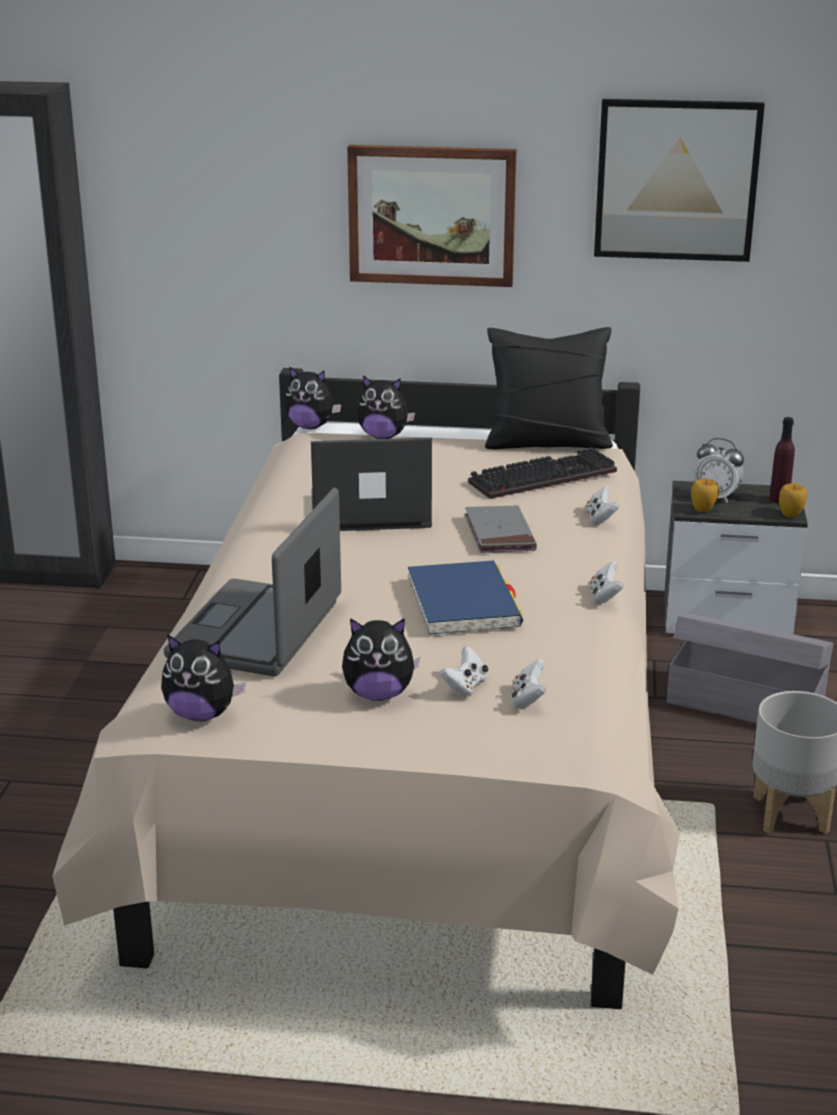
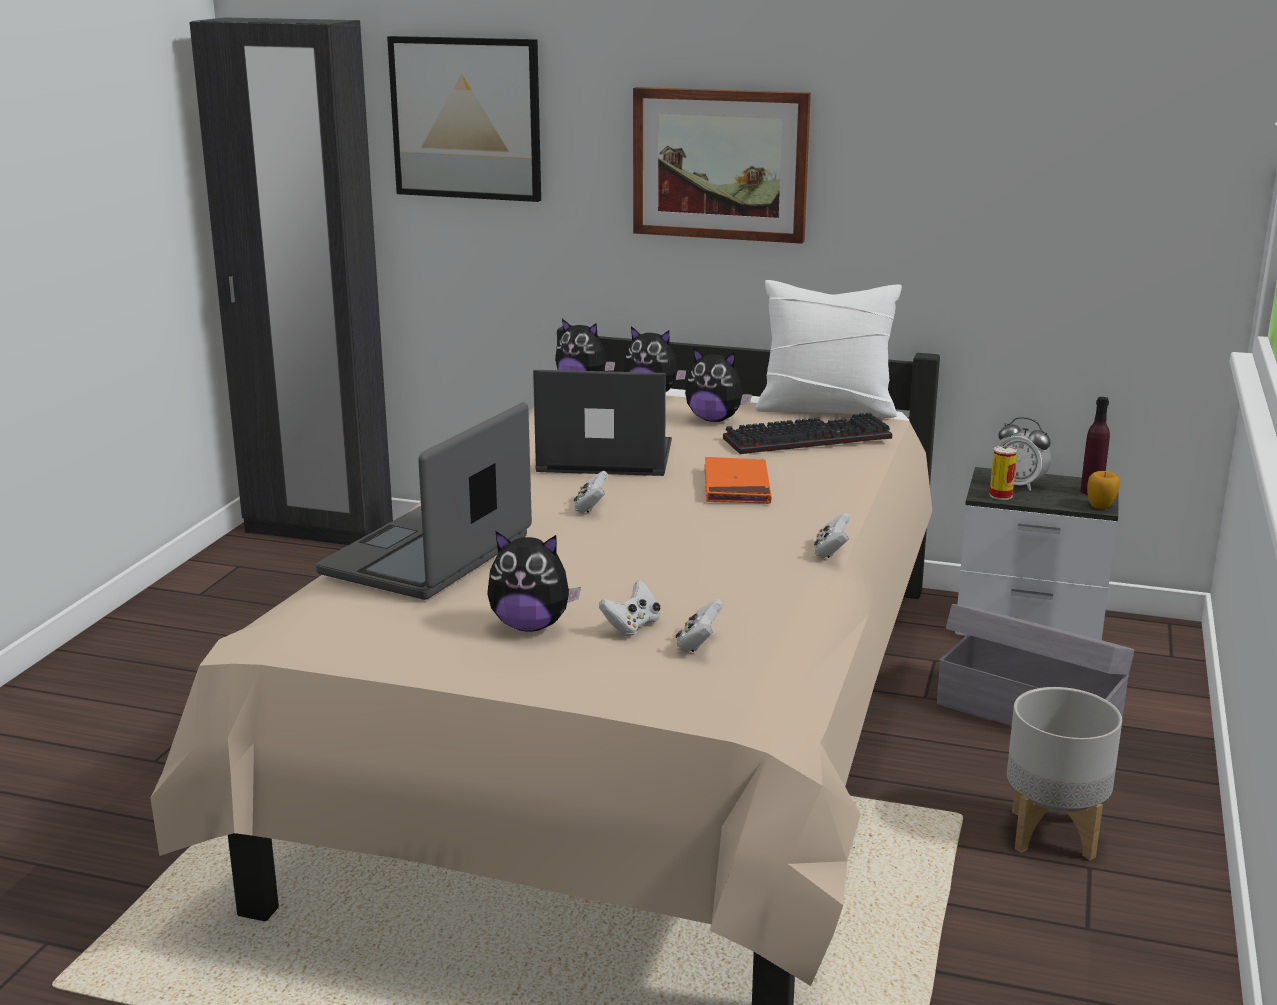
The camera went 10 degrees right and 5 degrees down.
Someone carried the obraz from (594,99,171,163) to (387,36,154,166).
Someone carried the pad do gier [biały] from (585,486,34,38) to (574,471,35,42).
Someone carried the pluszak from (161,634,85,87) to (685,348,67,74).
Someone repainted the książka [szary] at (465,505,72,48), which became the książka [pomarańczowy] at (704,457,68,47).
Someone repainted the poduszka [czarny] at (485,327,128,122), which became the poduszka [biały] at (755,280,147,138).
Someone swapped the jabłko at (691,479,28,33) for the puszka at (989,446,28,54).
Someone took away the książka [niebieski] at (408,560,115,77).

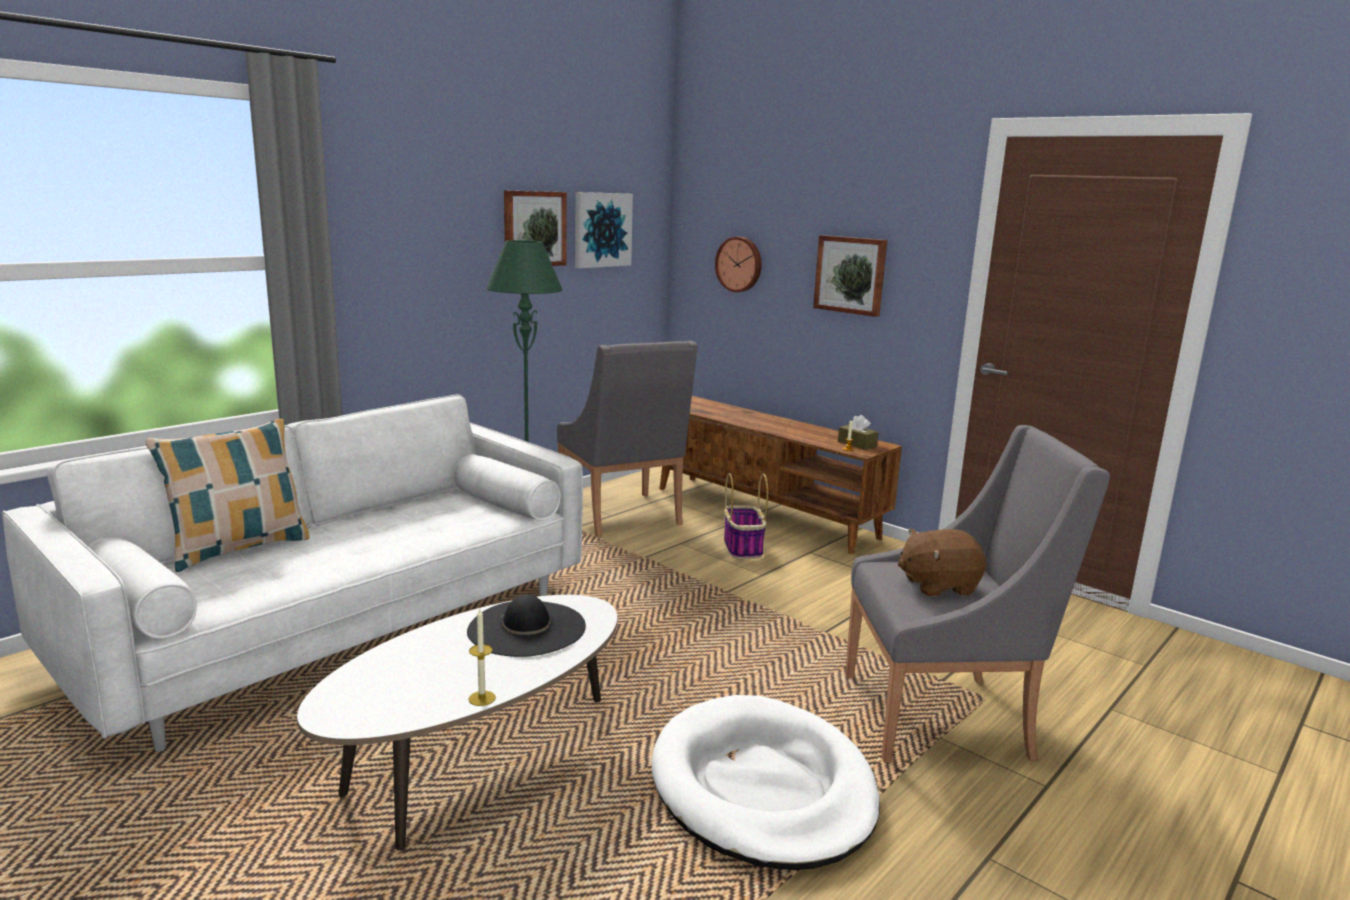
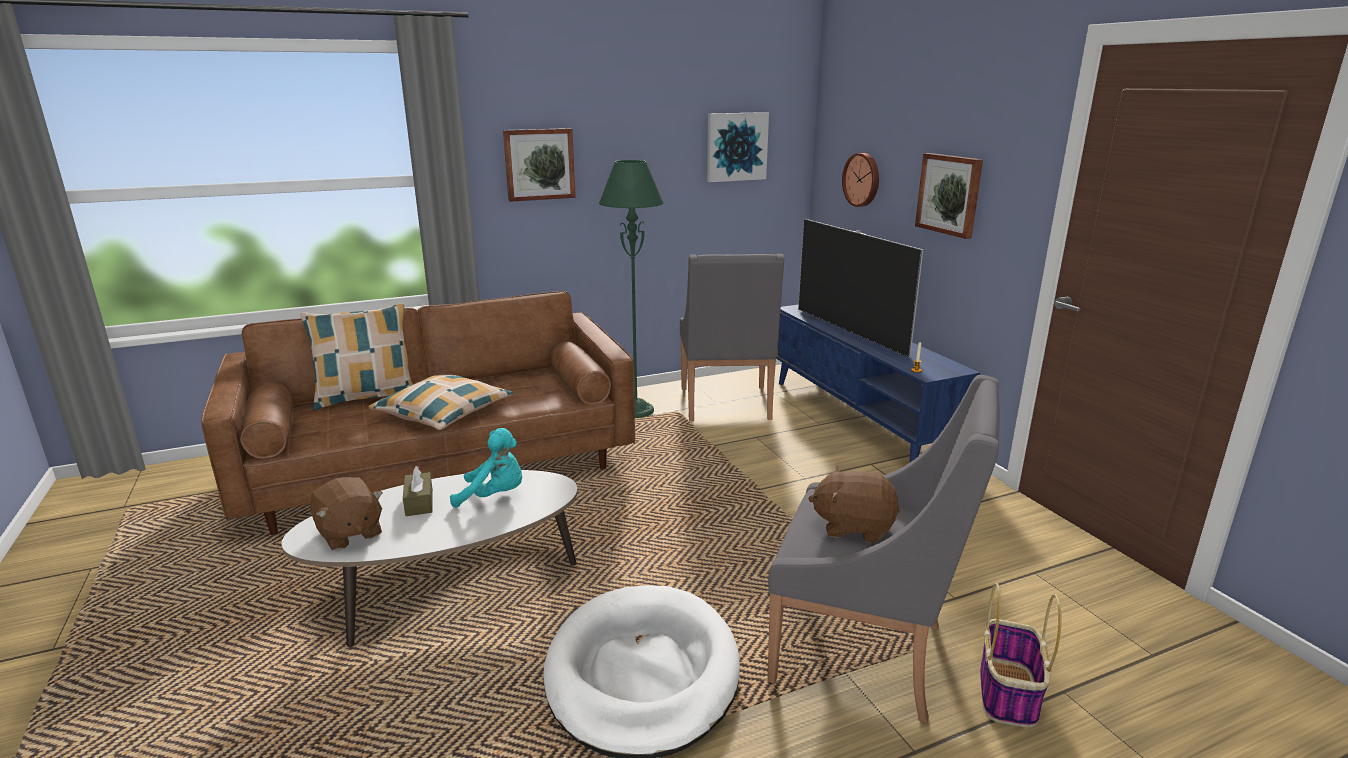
The camera went 25 degrees right and 5 degrees up.
Someone repainted the kanapa [biały] at (2,395,581,357), which became the kanapa [brązowy] at (201,291,434,244).
Someone put down the pluszak [brązowy] at (310,477,73,73).
Someone put down the poduszka at (368,374,146,56).
Someone carried the pudełko chusteczek [brązowy] from (838,415,41,35) to (403,466,30,50).
Someone swapped the kapelusz [czarny] at (467,594,119,63) for the pluszak [turkusowy] at (450,428,72,80).
Someone carried the obraz from (504,190,63,76) to (503,128,73,74).
Someone repainted the szafka pod telewizor [brązowy] at (659,396,243,158), which became the szafka pod telewizor [niebieski] at (777,305,203,158).
Someone put down the telewizor at (798,219,125,139).
Someone carried the koszyk from (724,473,44,86) to (980,583,81,144).
Someone took away the świeca at (468,608,28,98).

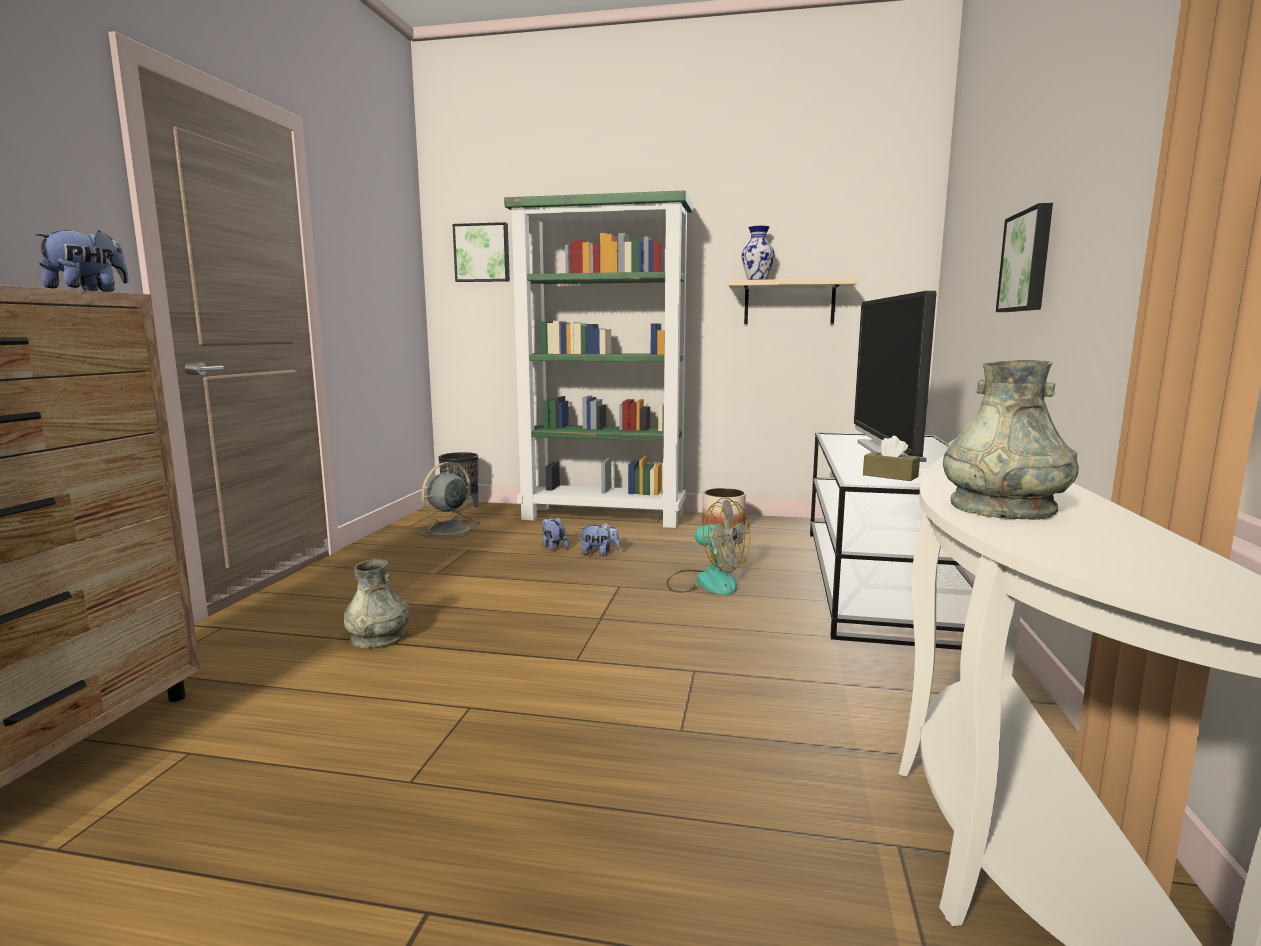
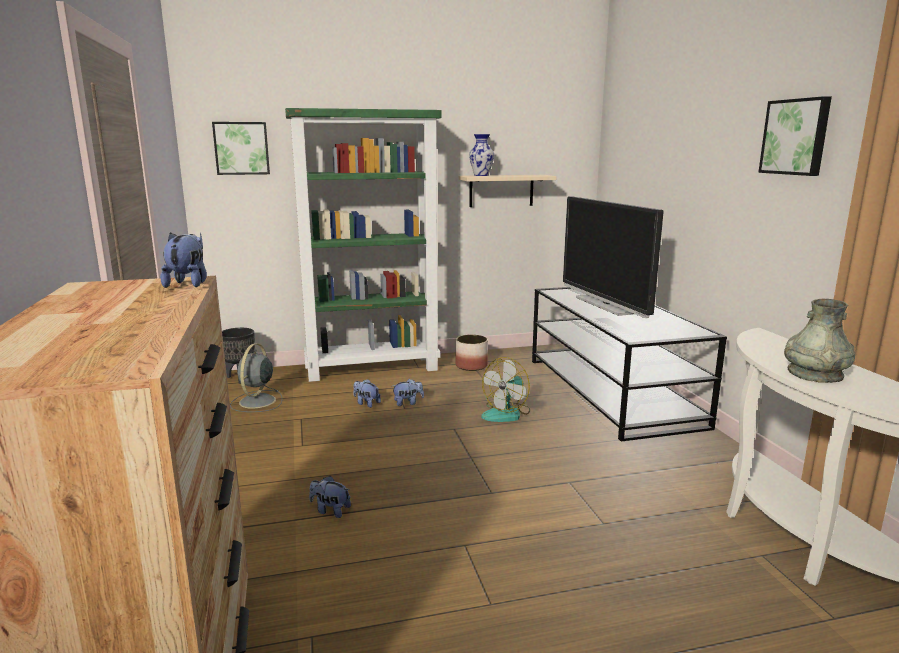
The camera went 25 degrees left and 5 degrees up.
Someone swapped the wazon [szary] at (344,559,66,90) for the pluszak at (309,476,42,42).
Someone rotated the wentylator at (667,497,83,98) by 120 degrees clockwise.
Someone carried the obraz from (996,203,57,109) to (758,96,74,80).
Someone took away the pudełko chusteczek [brązowy] at (863,436,57,45).

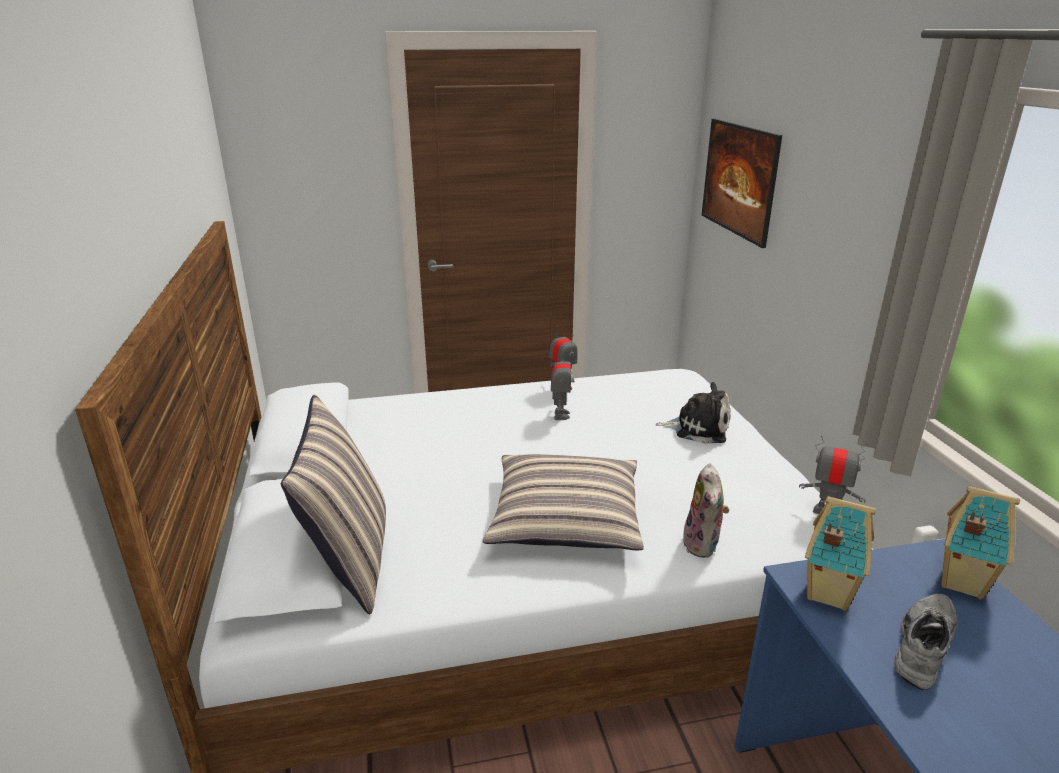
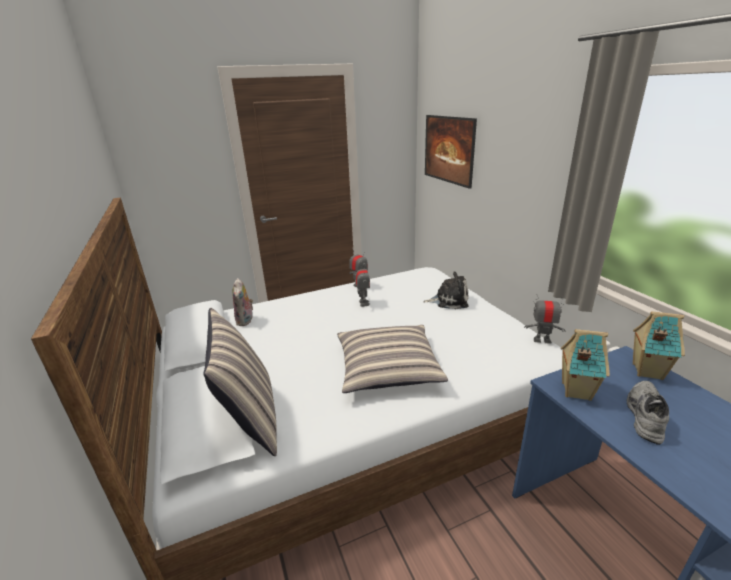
The camera went 10 degrees left and 0 degrees up.
Someone carried the pluszak from (681,463,48,95) to (232,278,21,48).

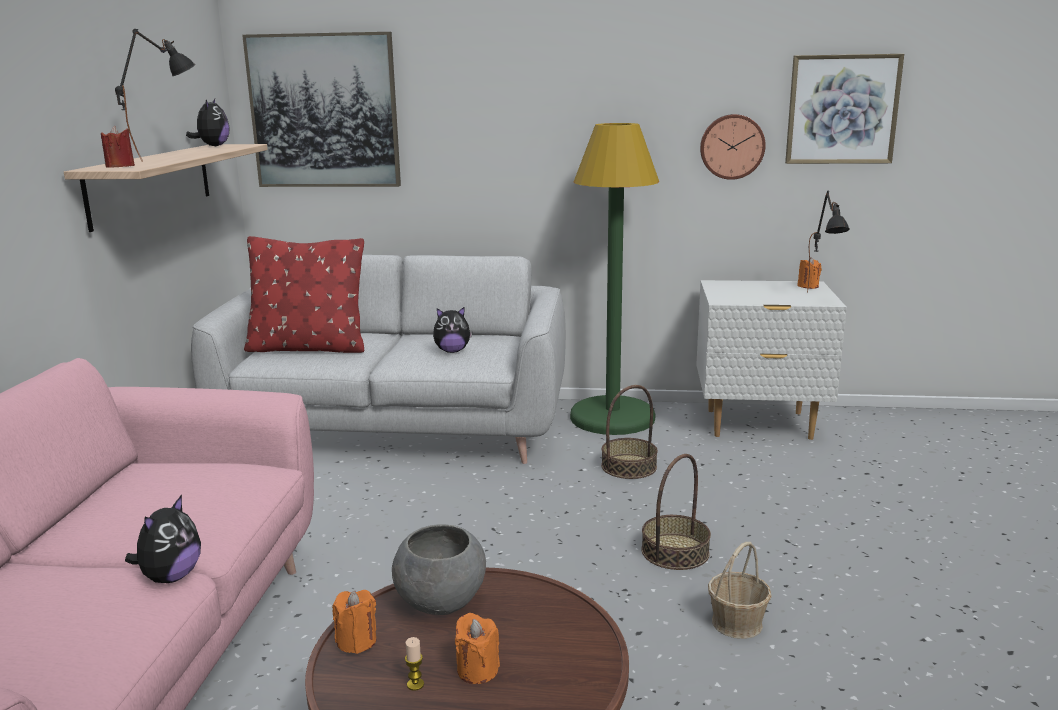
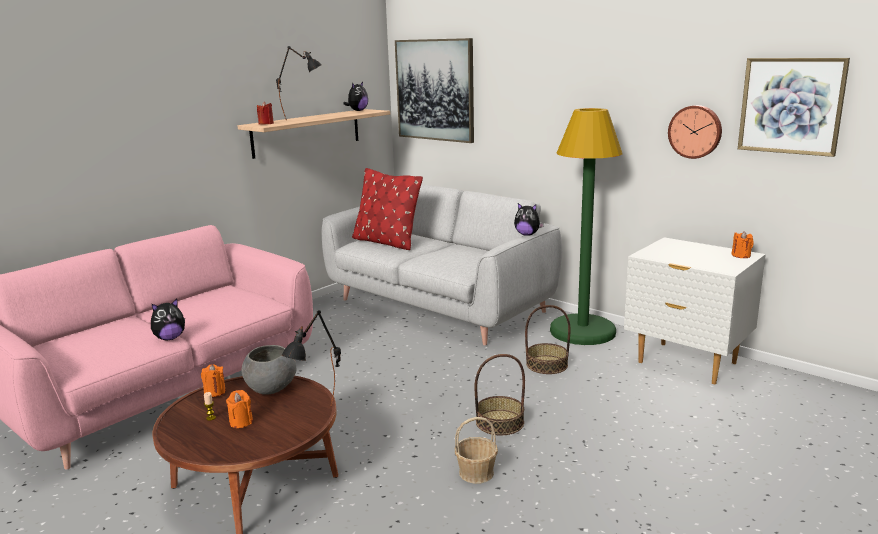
The camera went 35 degrees right and 0 degrees up.
Someone carried the lampa stołowa [czarny] from (807,191,43,102) to (282,310,59,95).
Someone carried the pluszak from (433,307,39,46) to (514,203,30,33).

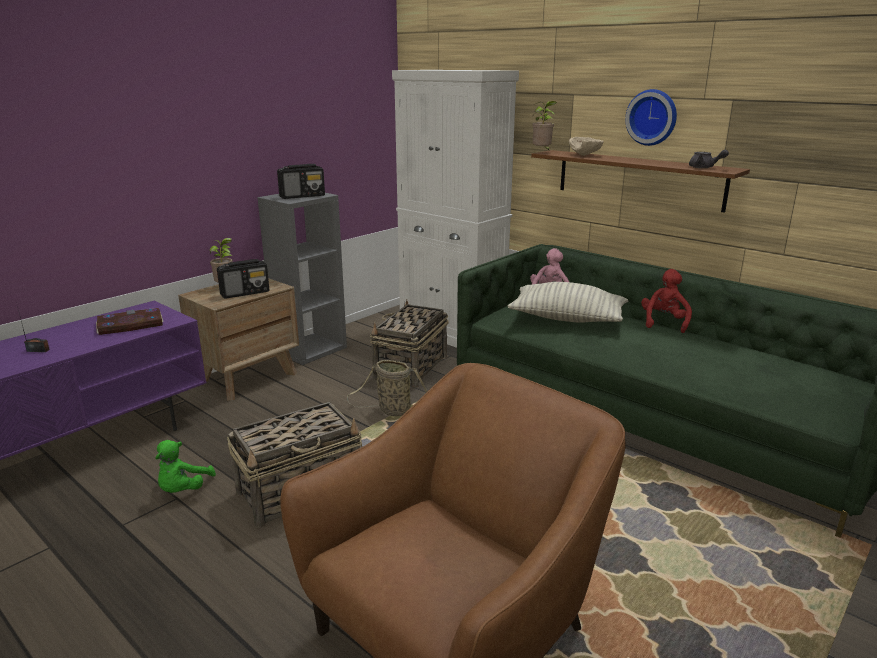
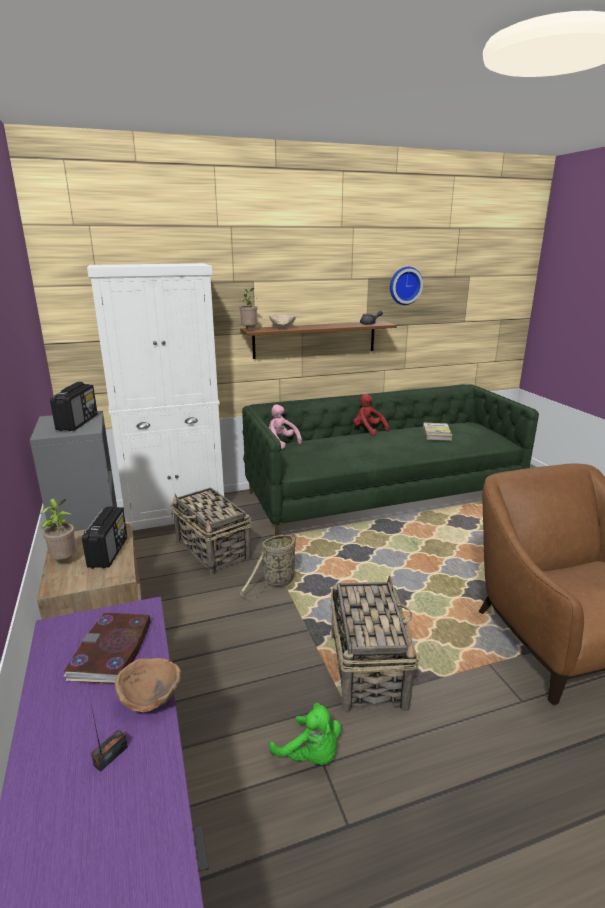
The camera went 60 degrees left and 0 degrees up.
Someone put down the miska [brązowy] at (115,658,66,54).
Someone carried the zegar ścienny from (625,89,52,57) to (390,267,33,38).
Someone put down the książka at (423,423,30,18).
Someone took away the poduszka at (508,282,120,41).

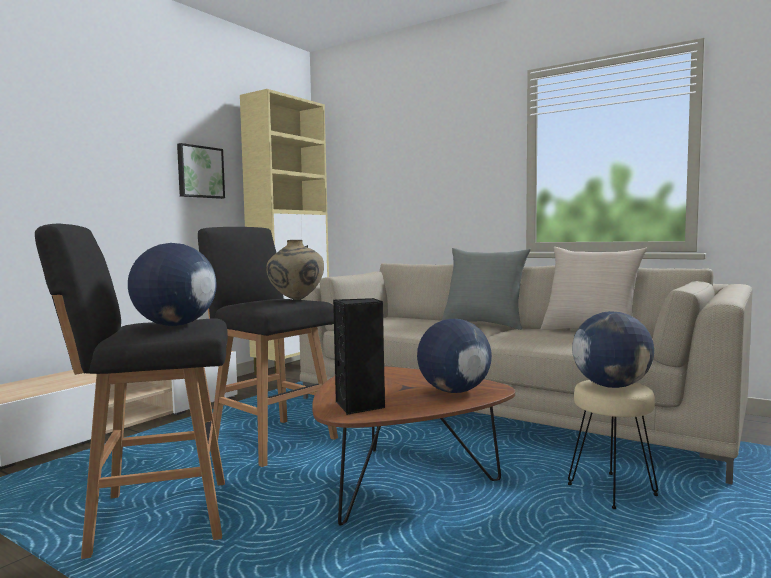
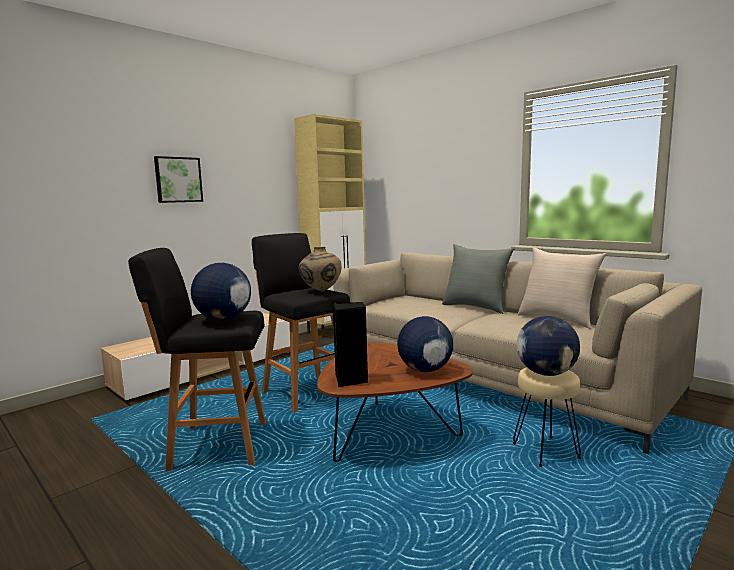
The camera went 10 degrees right and 5 degrees up.
Someone carried the obraz from (177,143,48,56) to (154,156,49,47).

